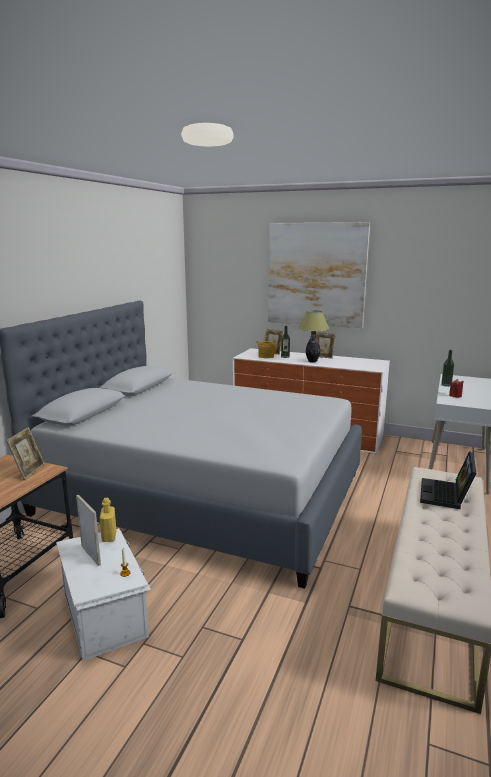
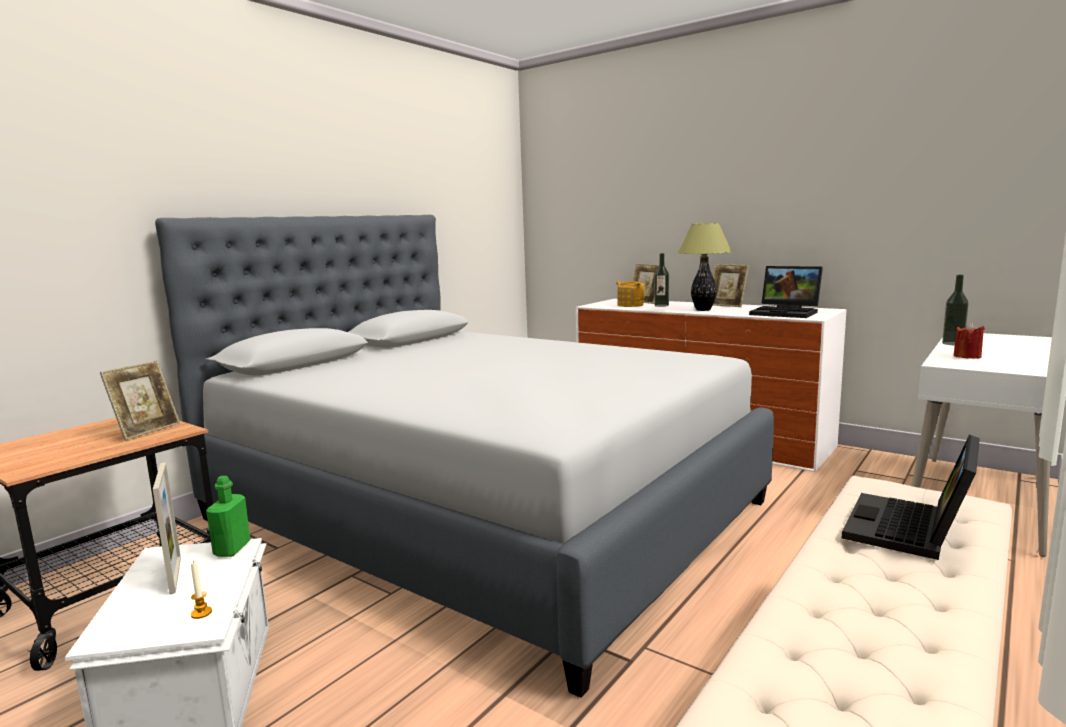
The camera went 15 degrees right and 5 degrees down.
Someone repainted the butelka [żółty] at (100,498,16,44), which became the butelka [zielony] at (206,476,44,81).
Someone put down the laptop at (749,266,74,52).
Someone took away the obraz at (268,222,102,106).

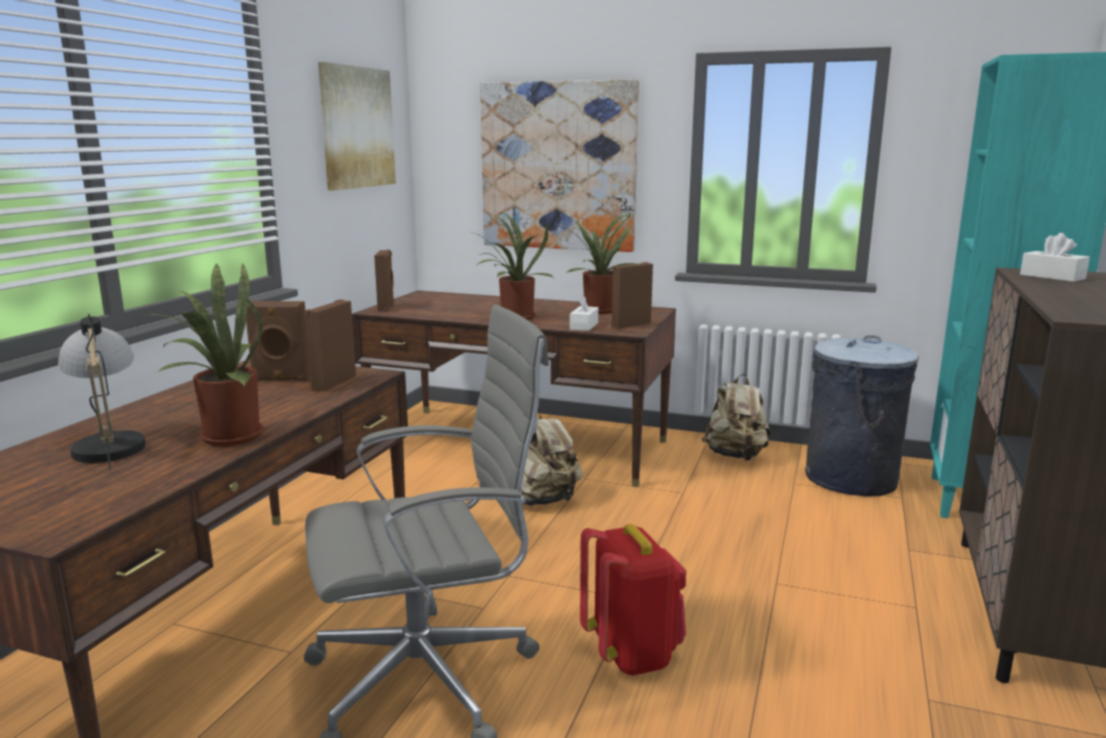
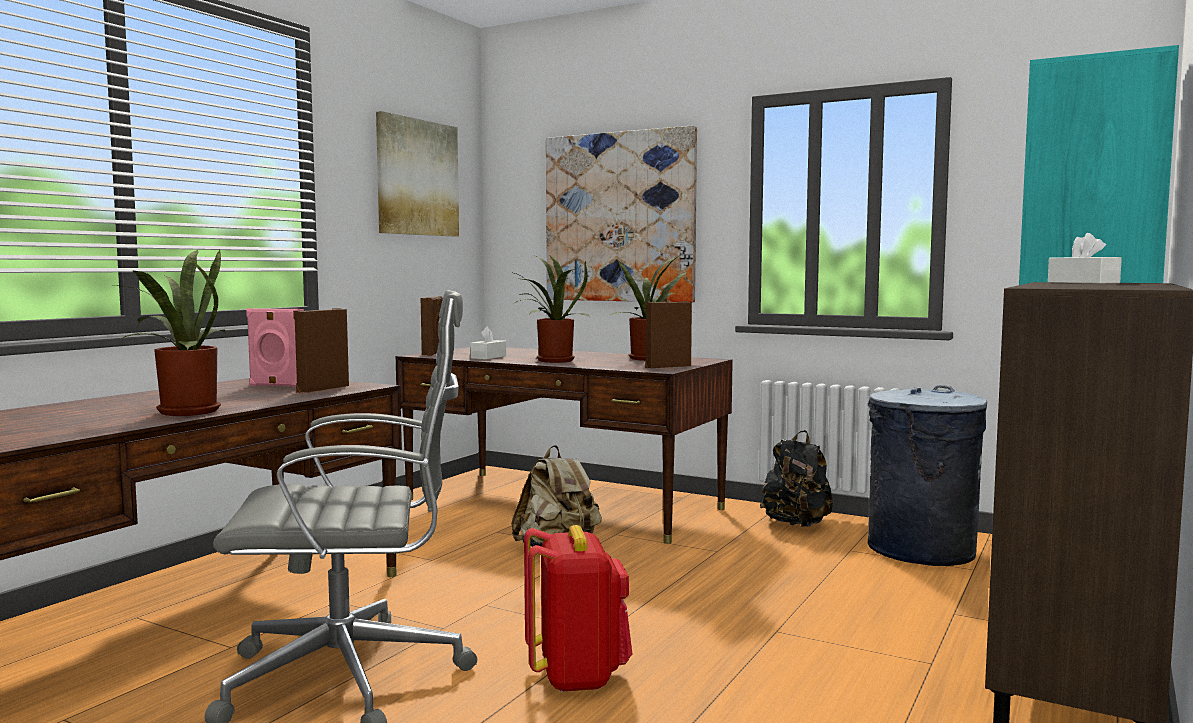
The camera went 10 degrees right and 10 degrees down.
Someone repainted the głośnik [brązowy] at (246,301,65,80), which became the głośnik [różowy] at (246,308,58,79).
Someone carried the pudełko chusteczek [biały] from (570,295,28,36) to (470,326,36,33).
Someone repainted the plecak [beżowy] at (702,374,69,87), which became the plecak [czarny] at (760,430,73,97).
Someone took away the lampa stołowa at (58,314,88,156).

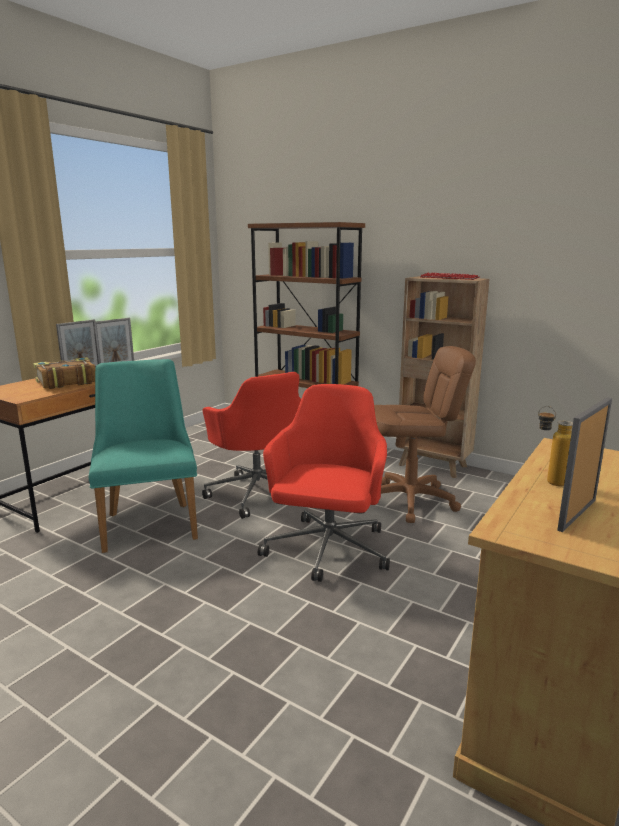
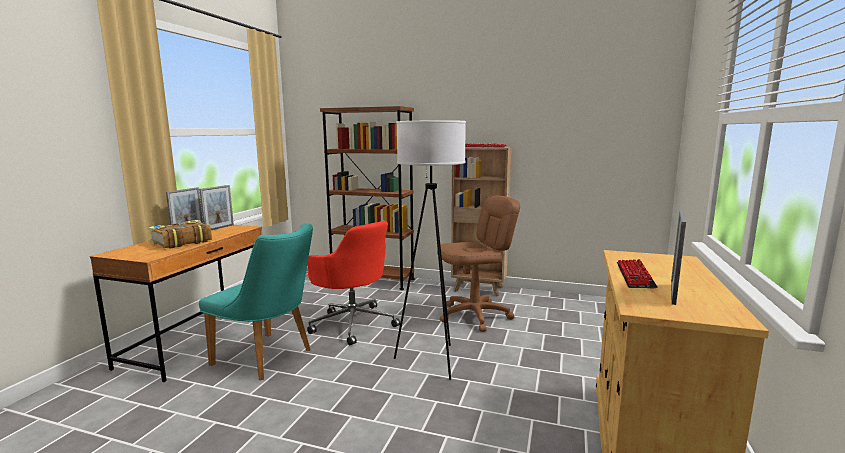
The camera went 15 degrees left and 5 degrees down.
Someone rotated the krzesło [turkusowy] at (89,359,109,194) by 150 degrees clockwise.
Someone swapped the krzesło biurowe [czerwony] at (258,384,132,198) for the lampa stojąca [biały] at (394,120,72,260).
Someone swapped the butelka at (538,406,35,80) for the klawiatura at (617,259,40,30).

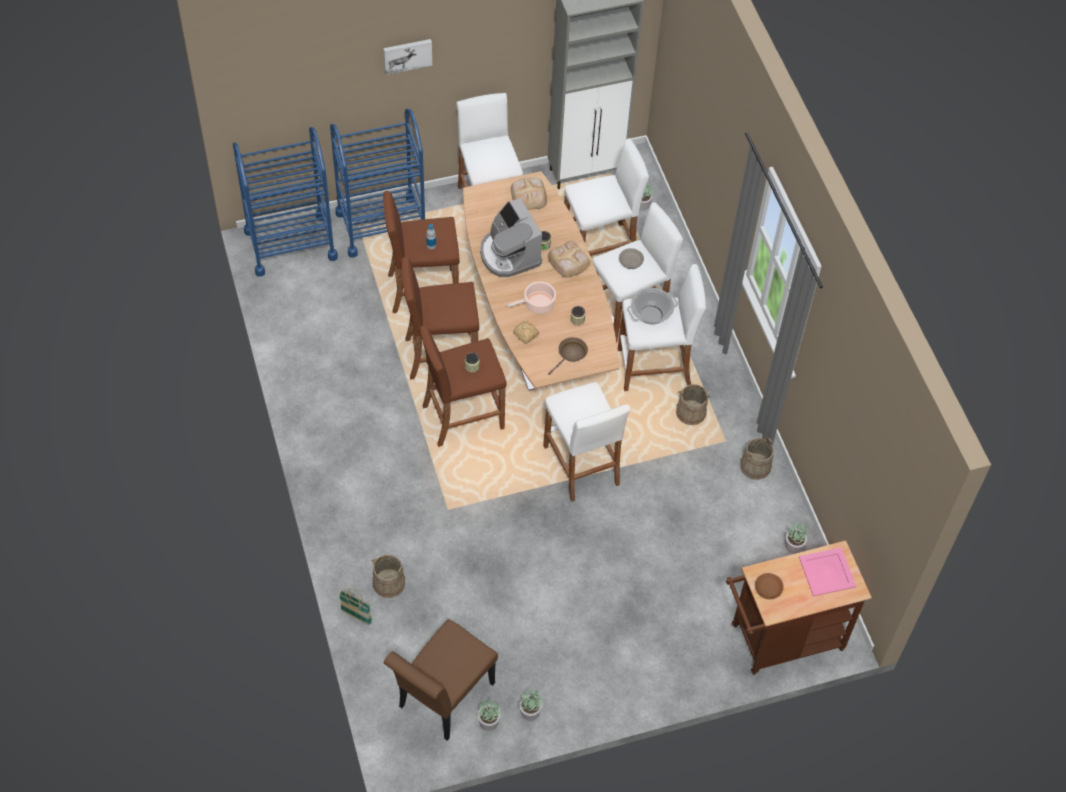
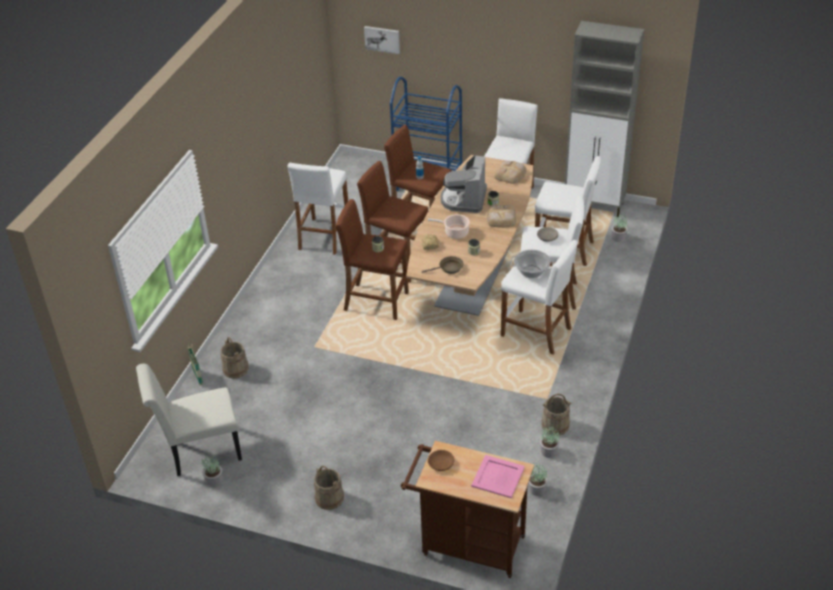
The camera went 40 degrees right and 15 degrees down.
Someone repainted the krzesło [brązowy] at (383,619,115,122), which became the krzesło [biały] at (136,364,106,112).
Someone carried the stołek [biały] from (543,382,87,120) to (288,163,60,92).
Someone carried the wiadro [beżowy] from (676,384,35,41) to (314,466,30,44).
Someone carried the obraz from (383,39,49,36) to (364,26,36,28).
Someone carried the roślina doniczkowa from (519,689,23,32) to (540,426,19,32).
Someone took away the wózek [niebieski] at (233,127,105,150).

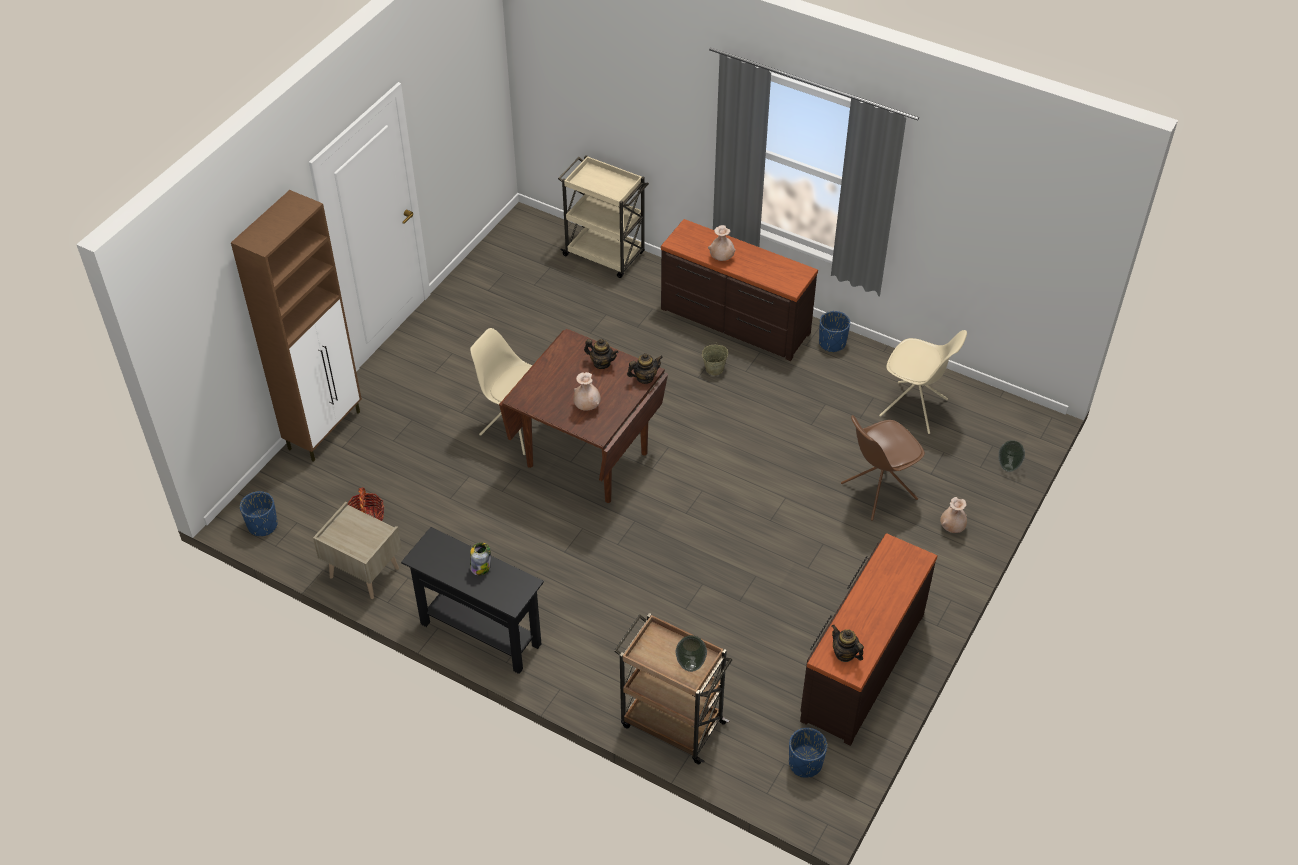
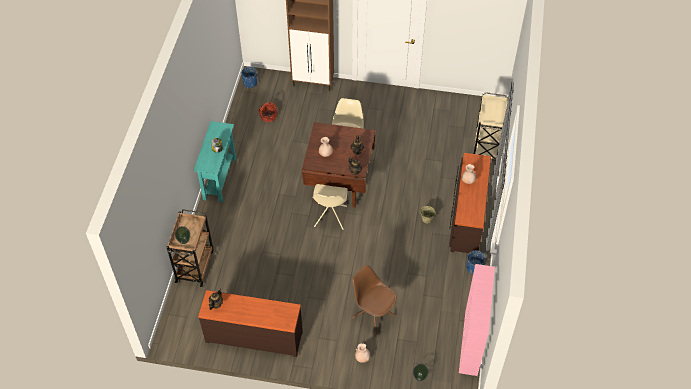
The camera went 70 degrees right and 5 degrees up.
Someone repainted the stolik konsolowy [czarny] at (401,527,143,147), which became the stolik konsolowy [turkusowy] at (194,121,42,82).
Someone carried the krzesło [beżowy] from (879,330,88,104) to (313,184,35,46).
Someone put down the regał [różowy] at (459,264,36,112).
Someone took away the szafka nocna [beżowy] at (313,502,89,97).
Someone took away the donica [niebieski] at (789,728,38,50).

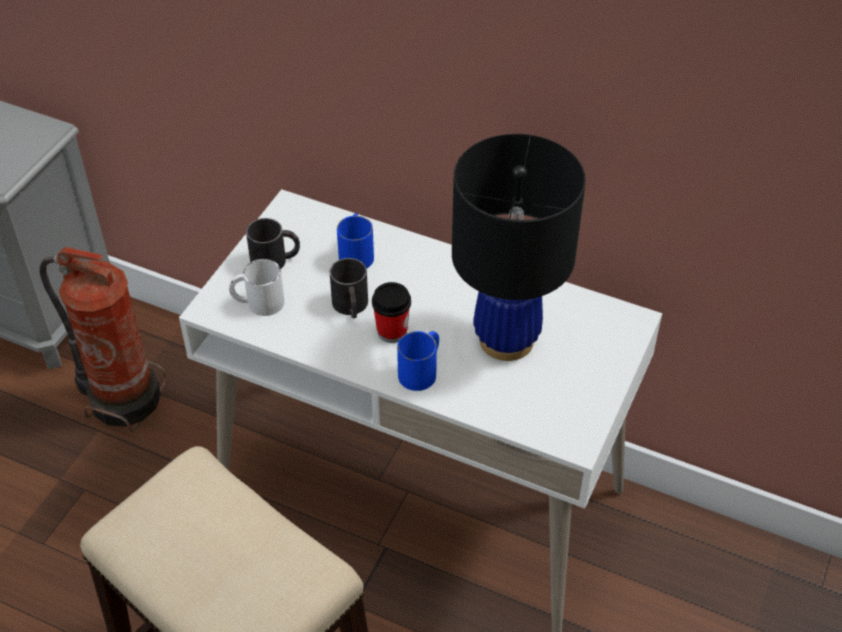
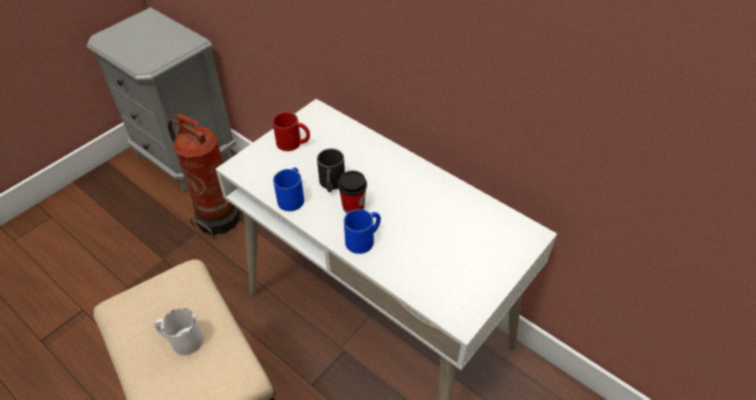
The camera went 15 degrees right and 0 degrees up.
Someone carried the kubek [biały] from (229,259,55,57) to (154,308,49,47).
Someone repainted the kubek [czarny] at (246,218,54,51), which became the kubek [czerwony] at (272,112,38,39).
Someone carried the kubek [niebieski] from (337,213,37,56) to (273,167,31,44).
Someone took away the lampa stołowa [czarny] at (452,134,134,227).

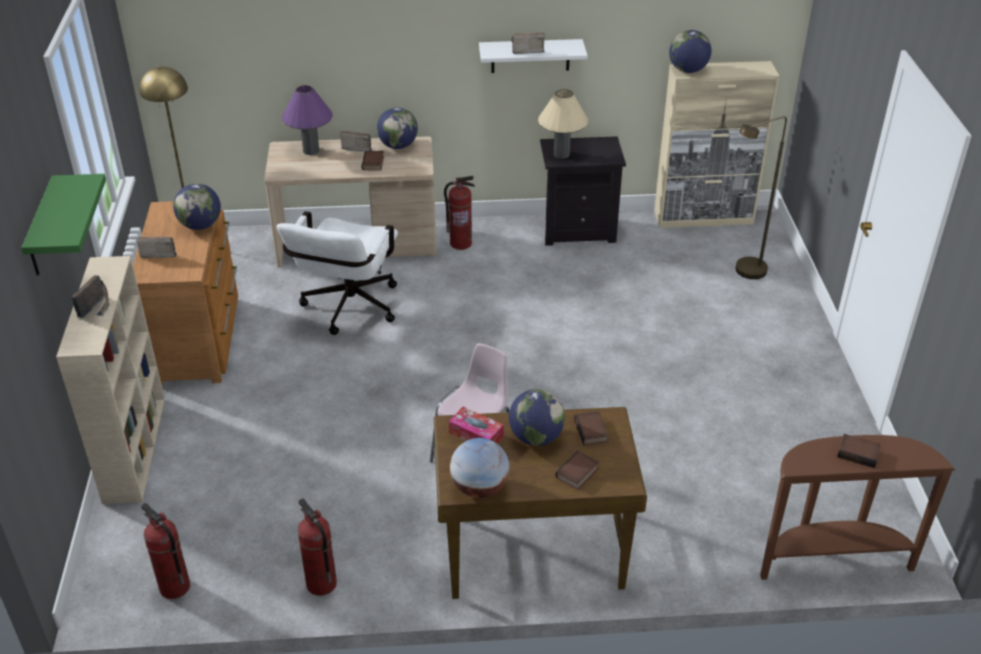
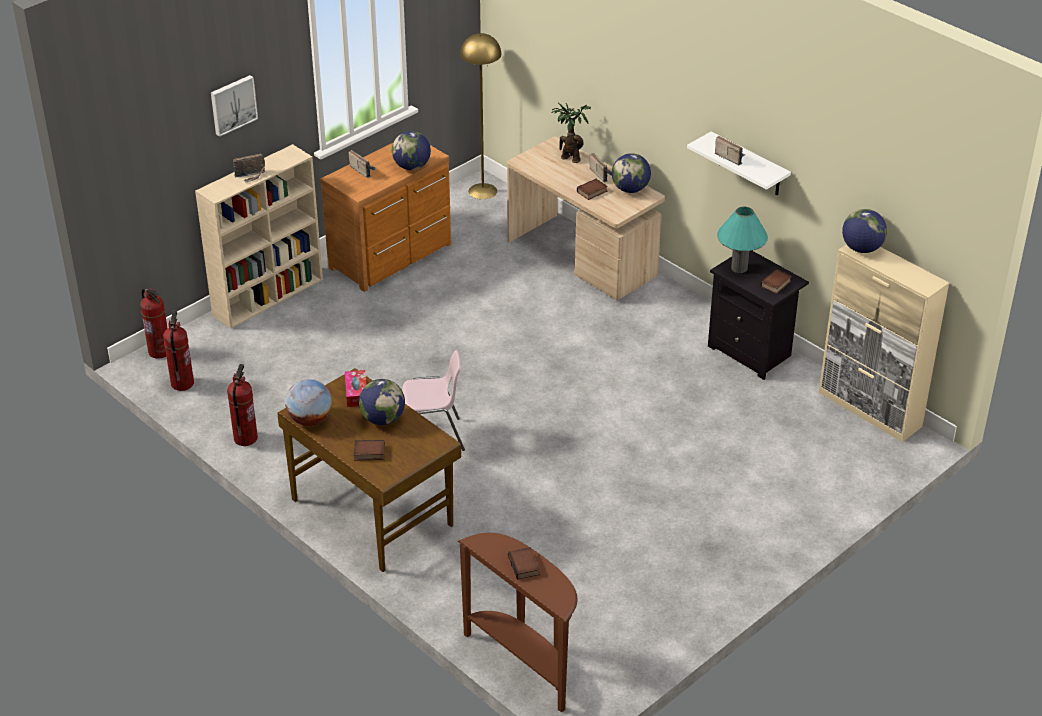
The camera went 50 degrees right and 0 degrees up.
Someone carried the gaśnica from (444,176,31,74) to (140,287,28,72).
Someone swapped the półka [zielony] at (21,174,85,102) for the obraz at (211,75,47,62).
Someone swapped the lampa stołowa [fioletowy] at (282,85,51,70) for the roślina doniczkowa at (551,103,40,60).
Someone repainted the lampa stołowa [beżowy] at (538,89,50,70), which became the lampa stołowa [turkusowy] at (717,207,51,66).
Someone carried the książka from (574,411,35,34) to (760,269,32,25).
Someone took away the krzesło biurowe [biały] at (277,211,121,124).
Someone took away the lampa stojąca [brązowy] at (735,116,52,163).

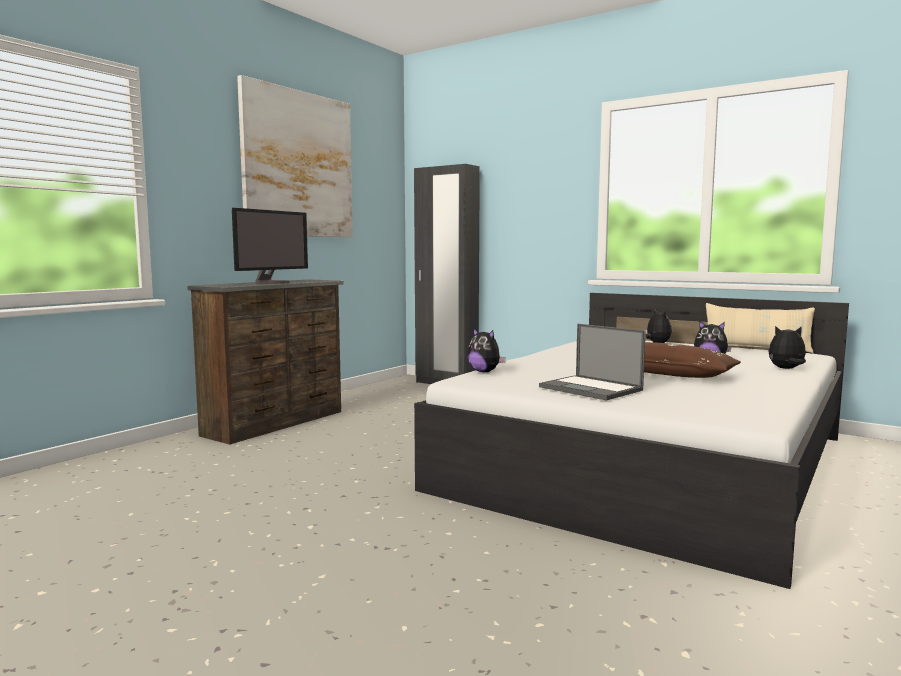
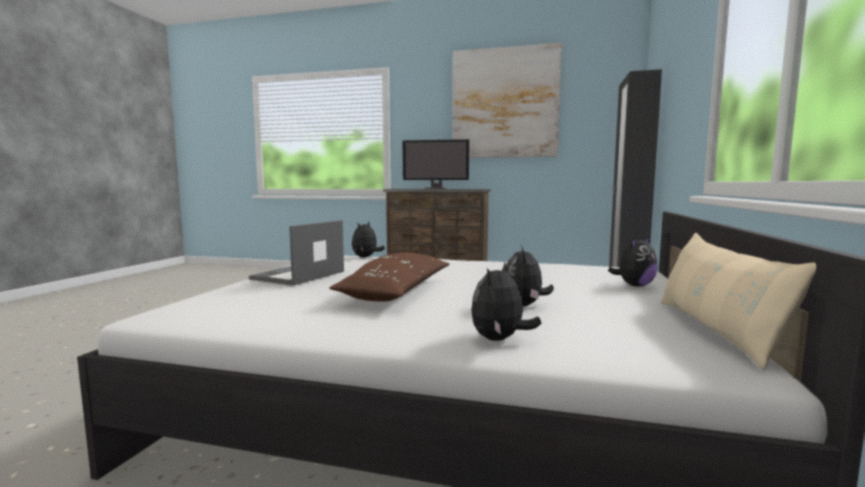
The camera went 70 degrees right and 0 degrees up.
Someone rotated the pluszak at (769,326,37,43) by 135 degrees counterclockwise.

